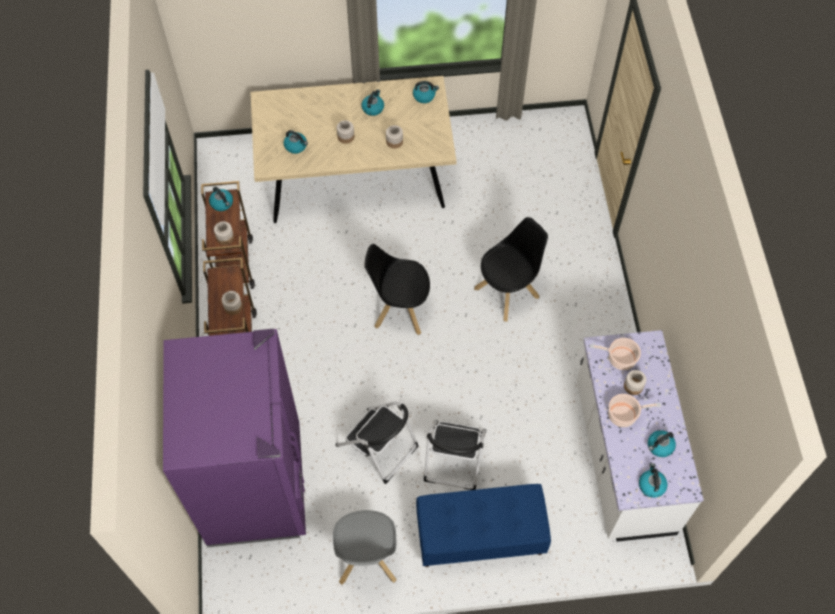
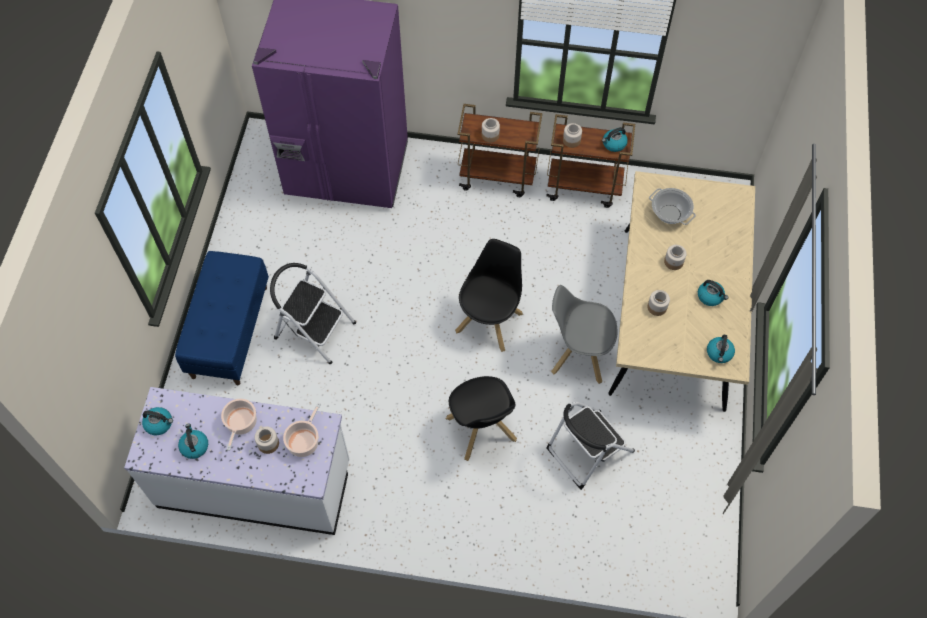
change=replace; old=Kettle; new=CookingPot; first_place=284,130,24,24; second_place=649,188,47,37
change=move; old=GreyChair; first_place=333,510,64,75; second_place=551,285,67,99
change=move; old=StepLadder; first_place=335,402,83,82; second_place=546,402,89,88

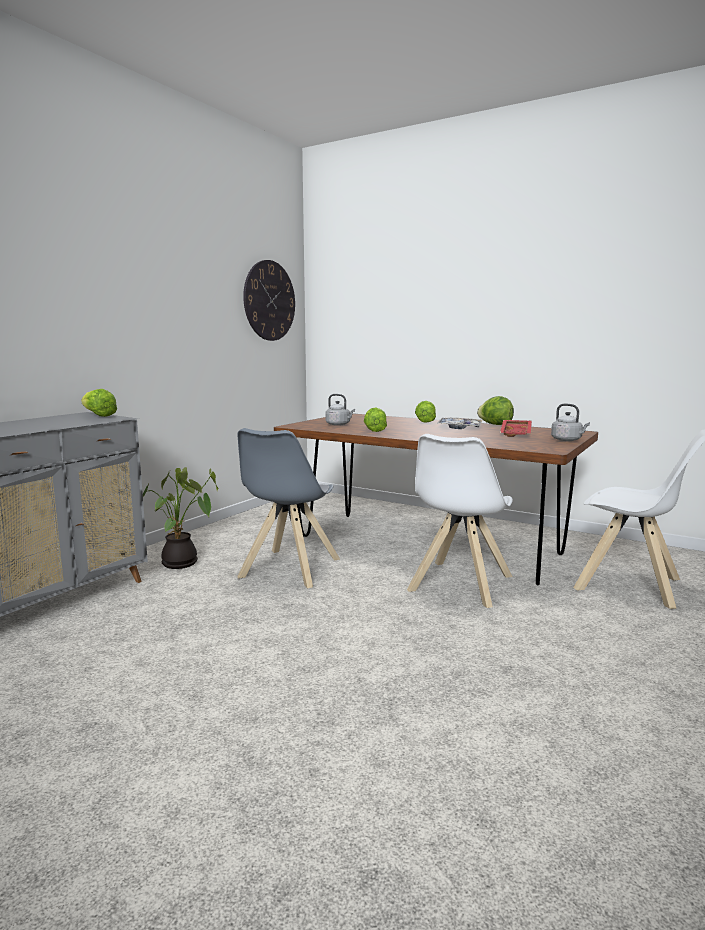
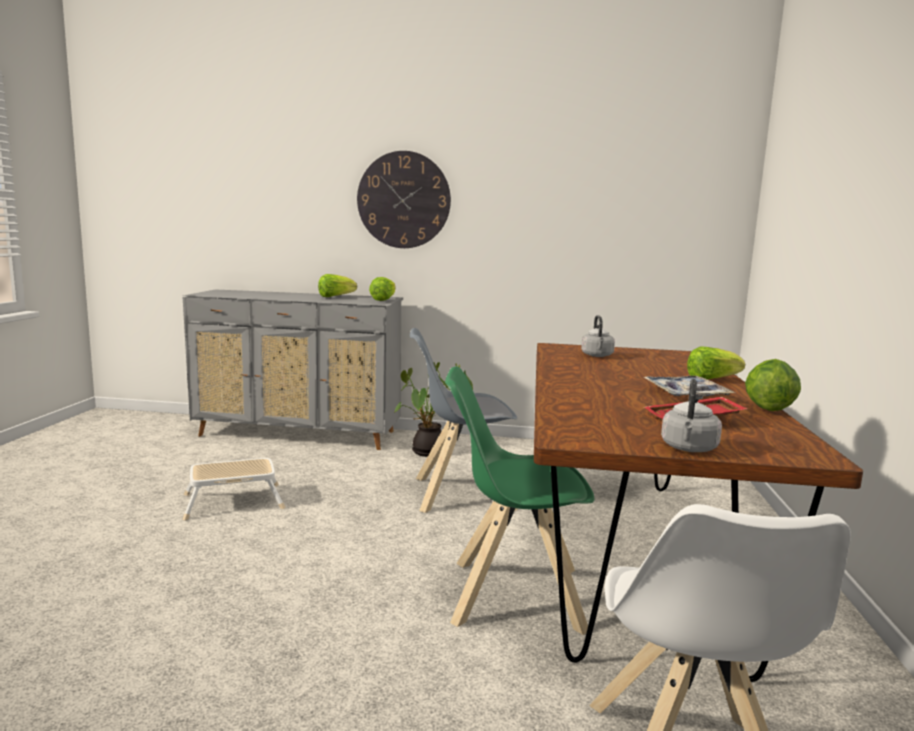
change=move; old=WallClock; first_place=243,260,52,81; second_place=357,151,94,97
change=move; old=Lettuce; first_place=364,408,23,24; second_place=318,274,39,23
change=recolor; old=WhiteChair; new=GreenChair; first_place=407,434,106,174; second_place=445,366,149,269
change=insert; new=BeigeStepLadder; second_place=182,458,103,62

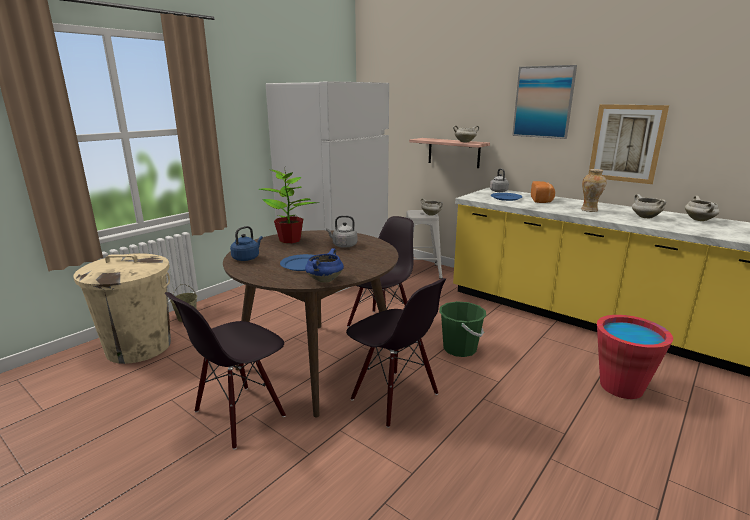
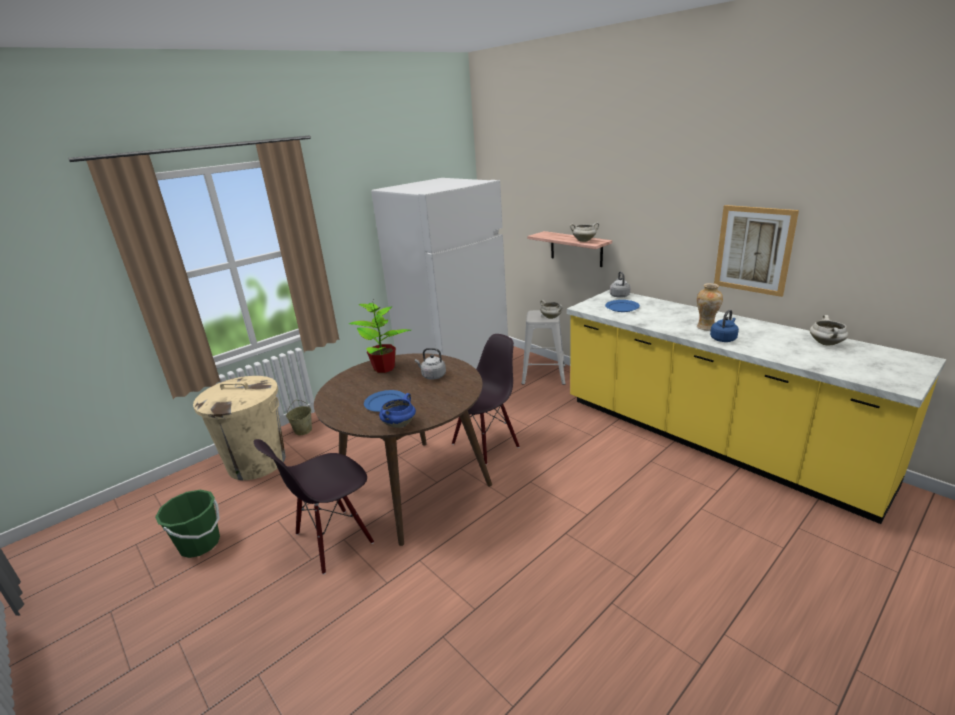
change=move; old=BlueKettle; first_place=230,226,33,35; second_place=710,310,29,32
change=delete; old=BlackChair; first_place=346,278,100,150
change=move; old=GreenBucket; first_place=439,301,47,56; second_place=155,490,65,68
change=delete; old=Picture; first_place=512,65,65,74
change=delete; old=Bread; first_place=531,181,24,22
change=delete; old=RedBucket; first_place=597,315,76,84
change=delete; old=WhiteCookingPot; first_place=632,194,34,25

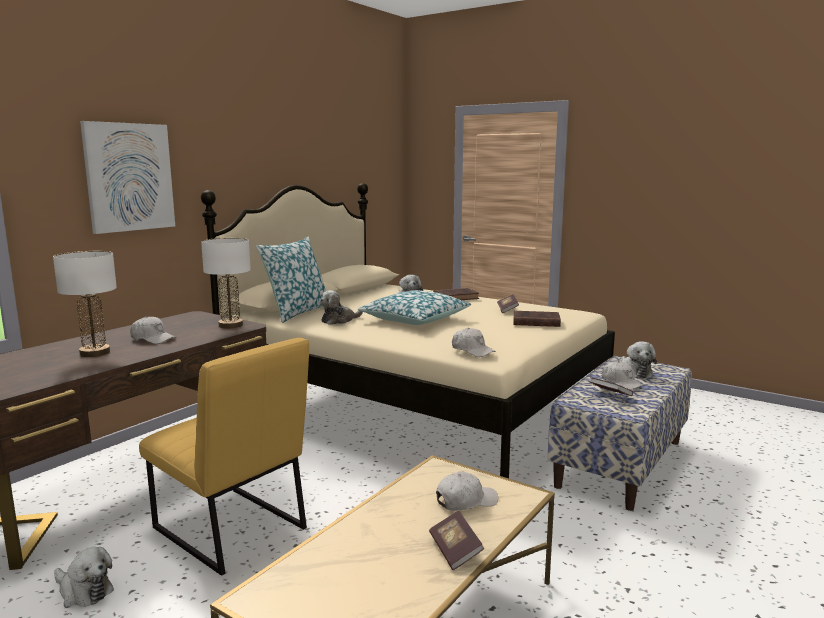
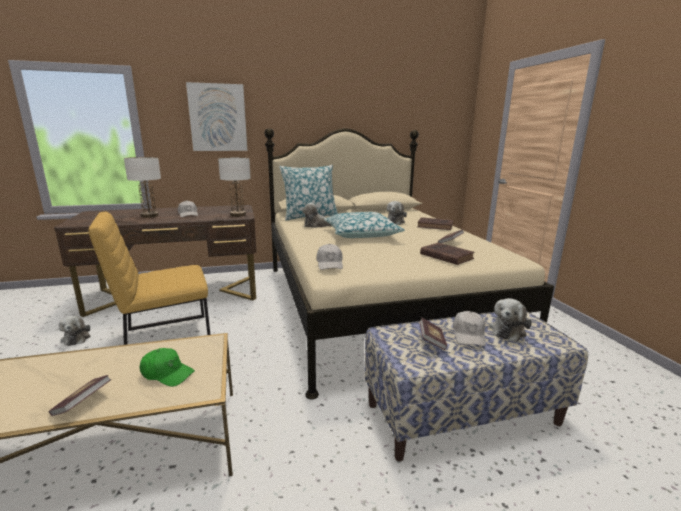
change=rotate; old=YellowChair; first_place=139,338,170,238; second_place=88,211,122,134; degrees=75
change=recolor; old=WhiteCap; new=GreenCap; first_place=436,471,62,40; second_place=140,348,55,39

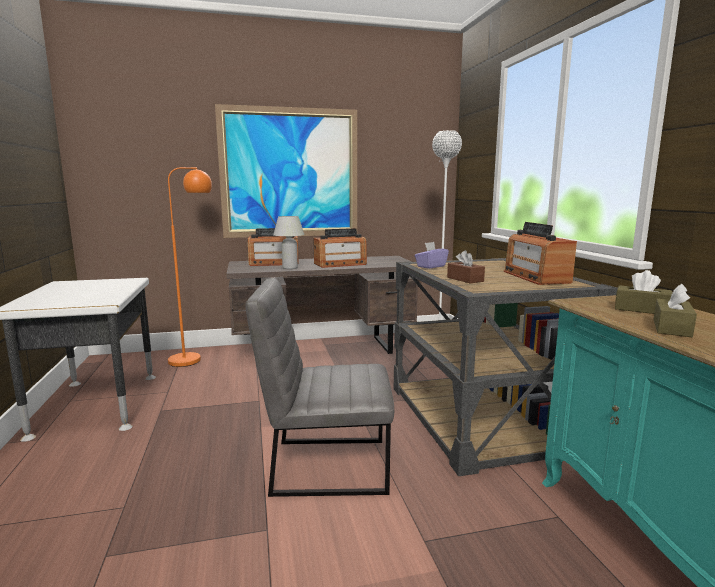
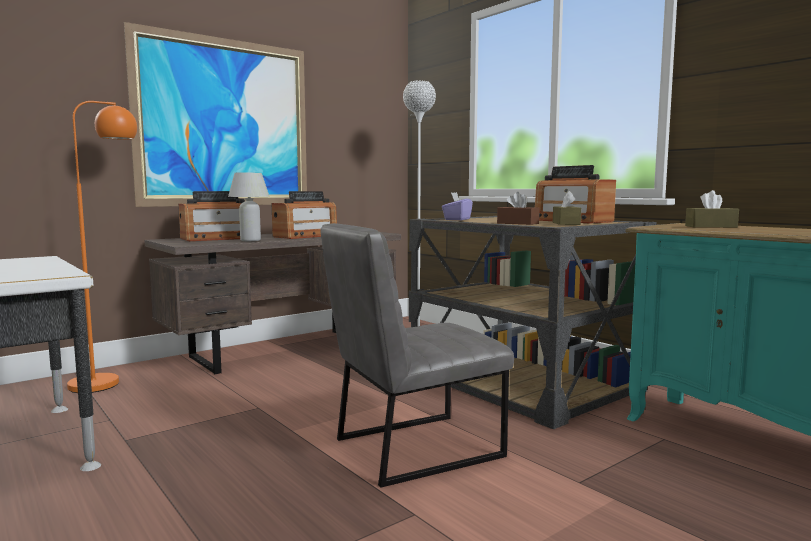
change=move; old=BrownTissueBox; first_place=654,283,43,54; second_place=553,191,28,34

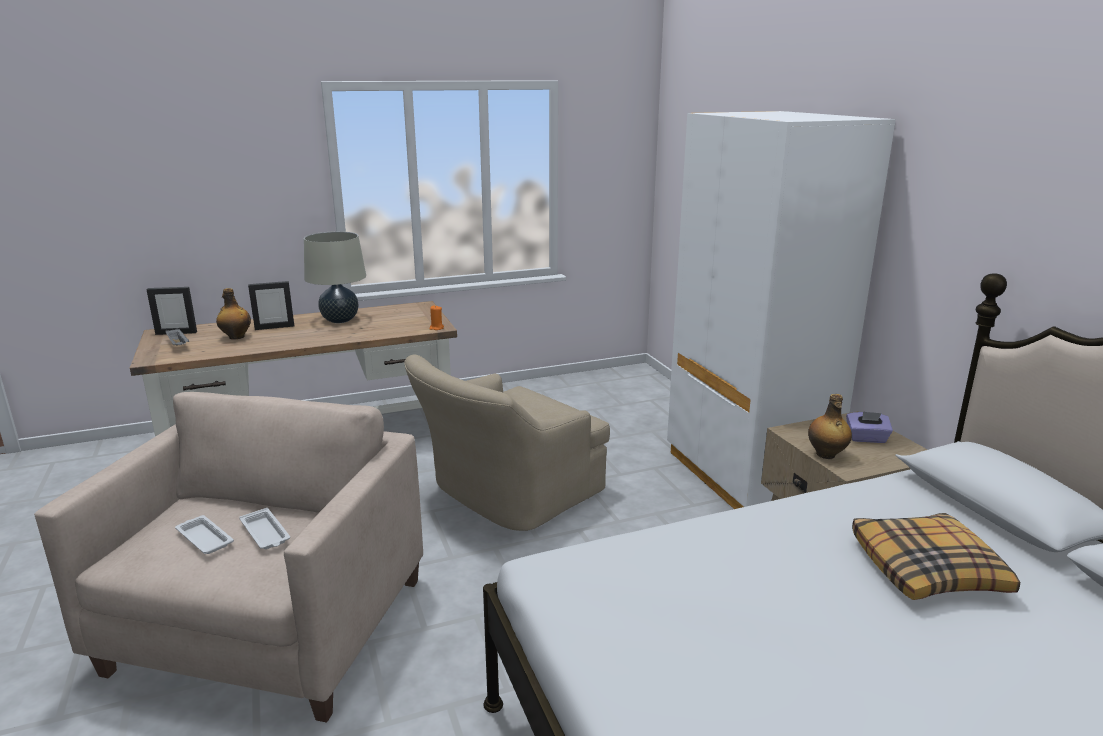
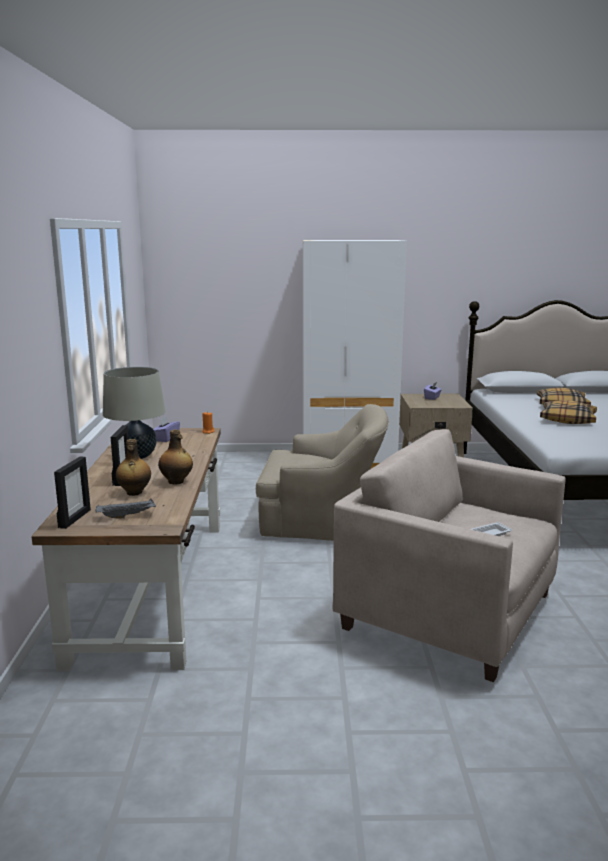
change=delete; old=WhiteTray; first_place=239,508,51,41
change=rotate; old=BeigeArmchair; first_place=404,354,206,177; second_place=256,404,133,137; degrees=-60
change=move; old=Bottle; first_place=808,394,44,65; second_place=158,429,35,55
change=insert; new=PurpleTissueBox; second_place=153,416,27,26
change=insert; new=Pillow; second_place=540,400,57,24

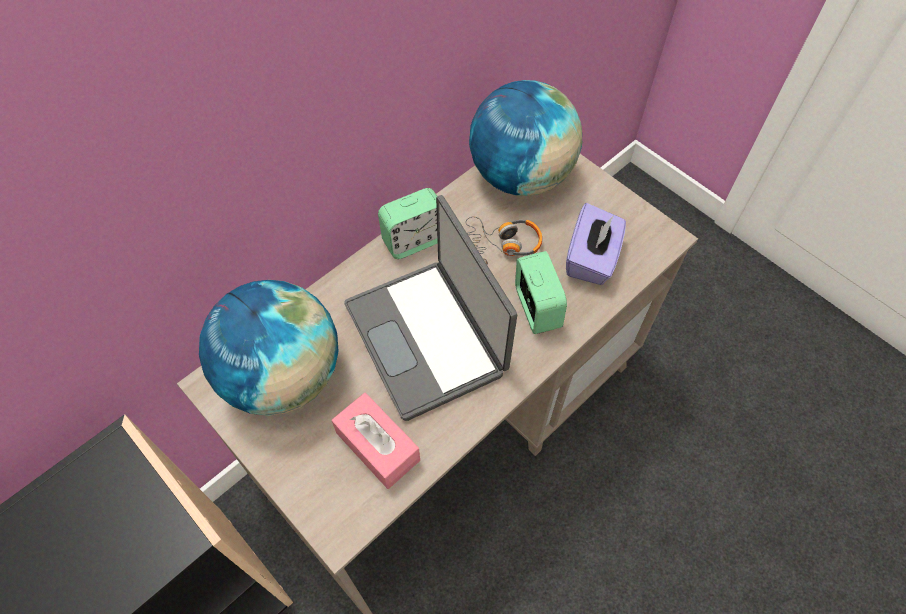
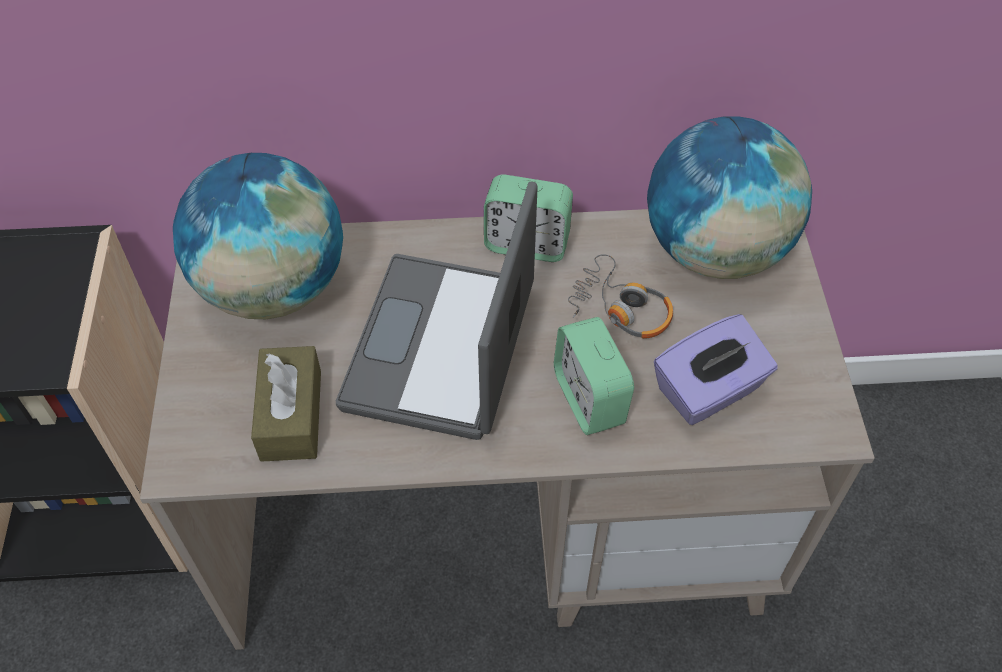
change=recolor; old=PinkTissueBox; new=BrownTissueBox; first_place=332,393,88,96; second_place=251,346,70,116
change=rotate; old=AlarmClock; first_place=515,251,52,83; second_place=554,317,80,118; degrees=135

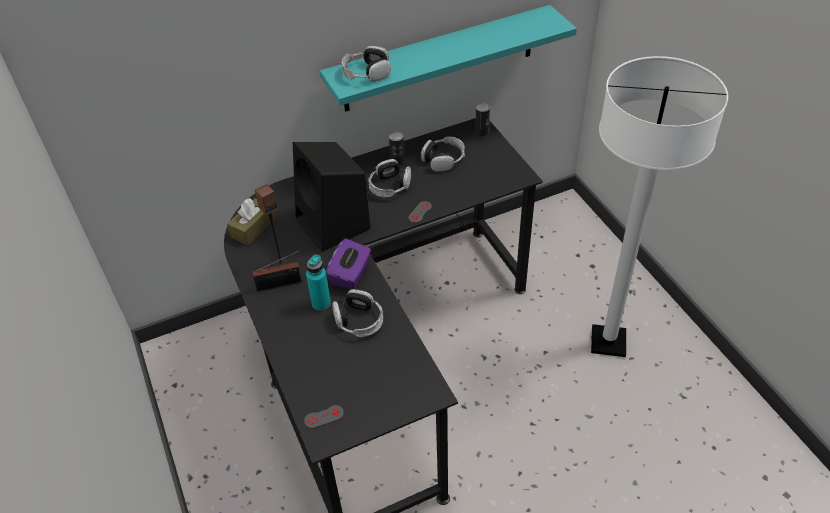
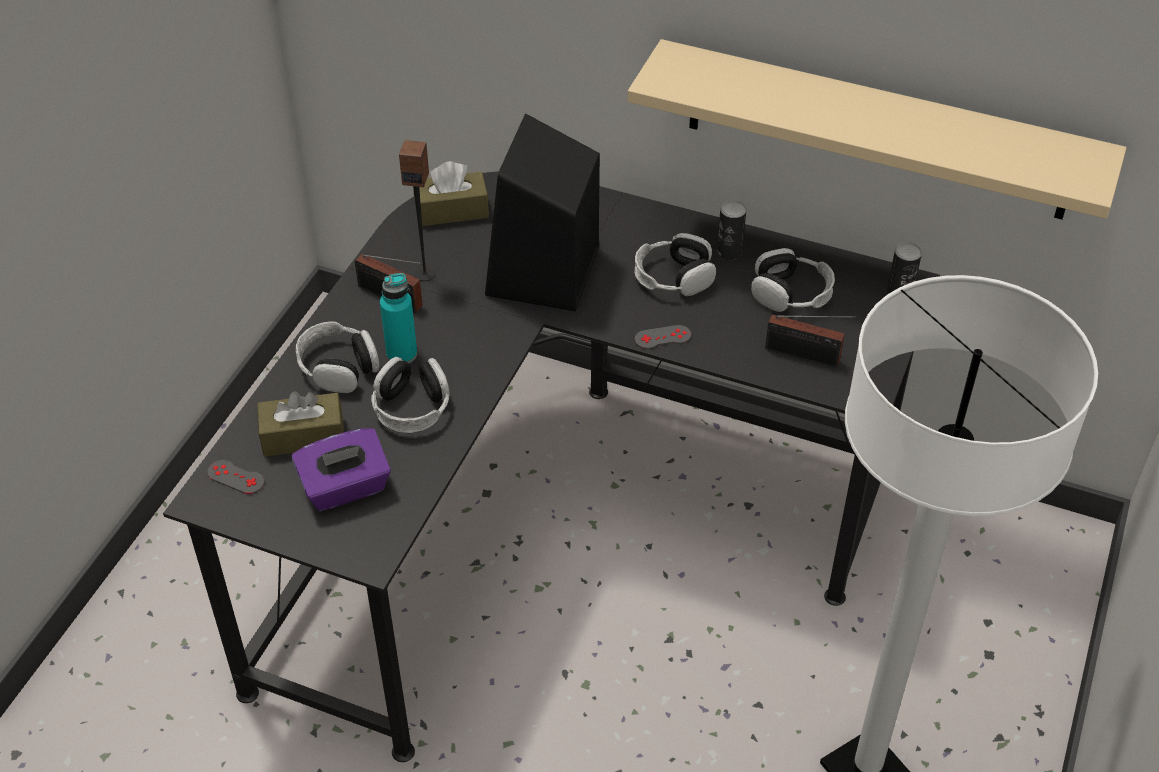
change=recolor; old=TurquoiseShelf; new=BeigeShelf; first_place=320,5,257,107; second_place=627,39,500,180
change=move; old=PurpleTissueBox; first_place=326,238,45,51; second_place=292,428,99,83
change=move; old=Headphones; first_place=341,46,50,36; second_place=296,322,84,71
change=insert; new=BrownTissueBox; second_place=257,391,87,66
change=insert; new=Radio; second_place=765,315,92,53

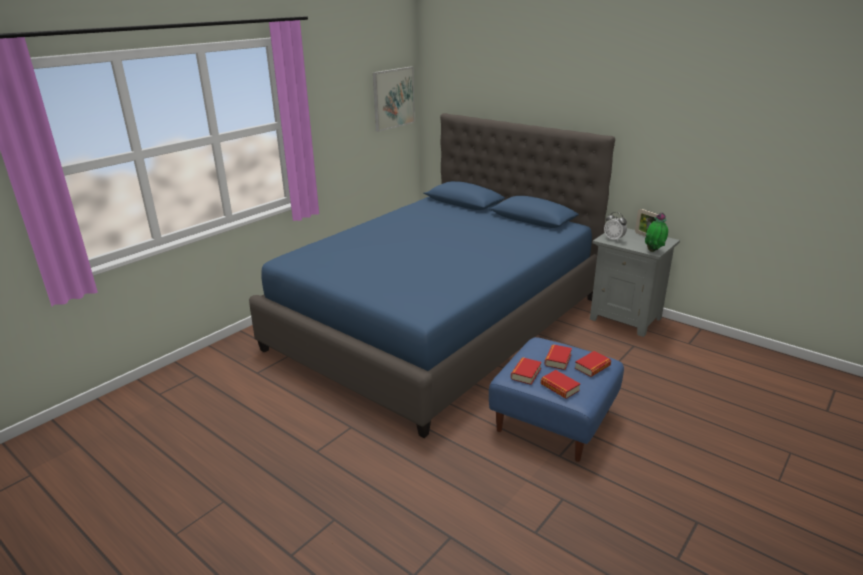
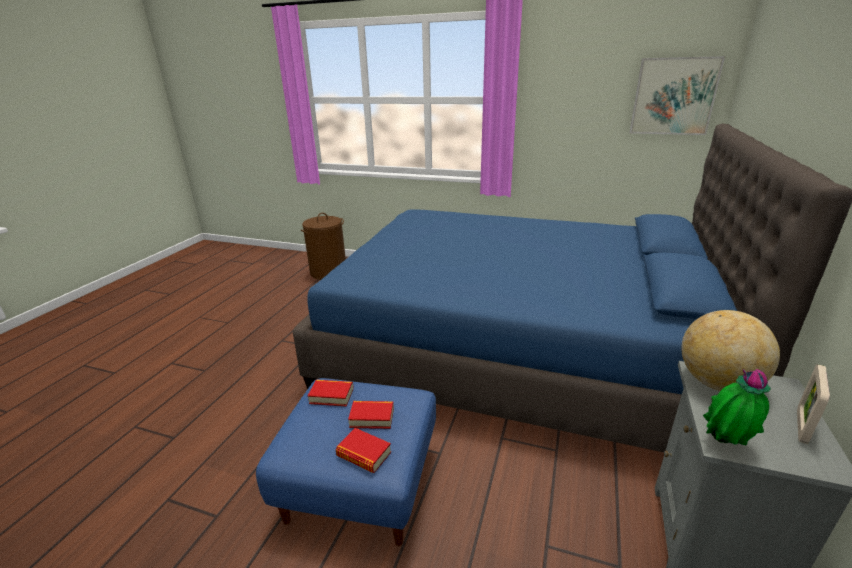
change=delete; old=Book; first_place=541,370,39,29
change=replace; old=AlarmClock; new=Globe; first_place=604,212,23,29; second_place=681,310,99,81
change=insert; new=BrownLaundryBasket; second_place=301,213,45,67

